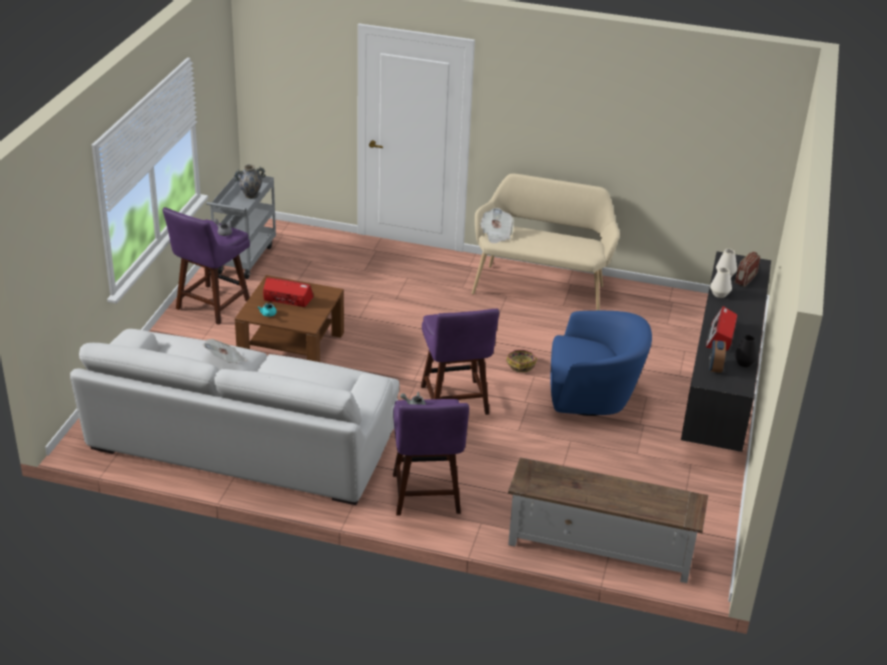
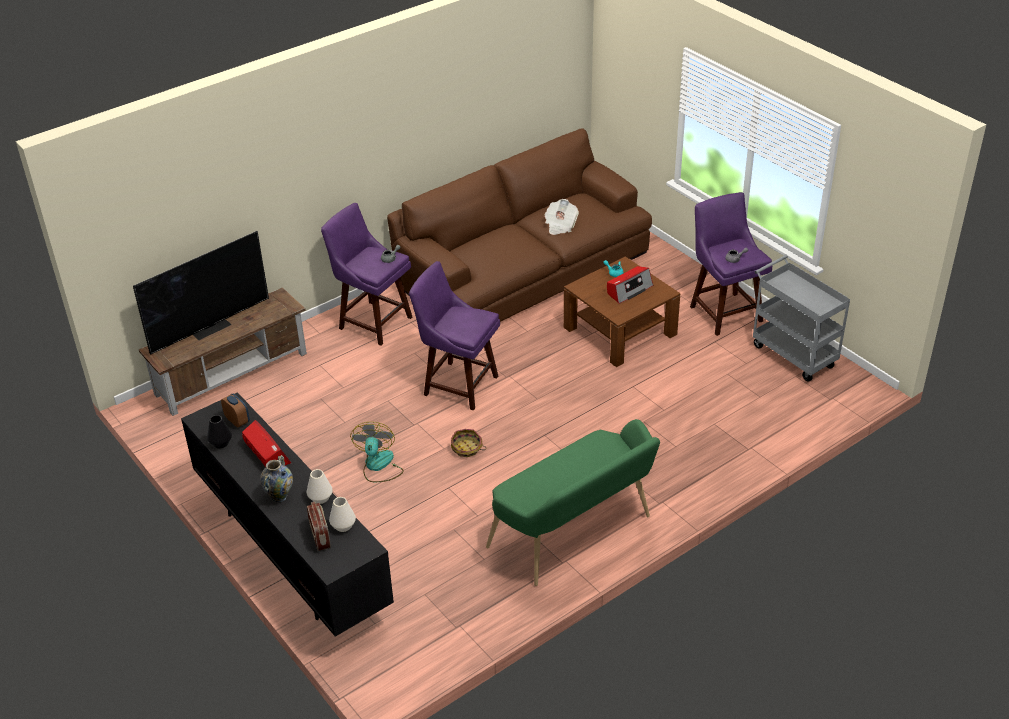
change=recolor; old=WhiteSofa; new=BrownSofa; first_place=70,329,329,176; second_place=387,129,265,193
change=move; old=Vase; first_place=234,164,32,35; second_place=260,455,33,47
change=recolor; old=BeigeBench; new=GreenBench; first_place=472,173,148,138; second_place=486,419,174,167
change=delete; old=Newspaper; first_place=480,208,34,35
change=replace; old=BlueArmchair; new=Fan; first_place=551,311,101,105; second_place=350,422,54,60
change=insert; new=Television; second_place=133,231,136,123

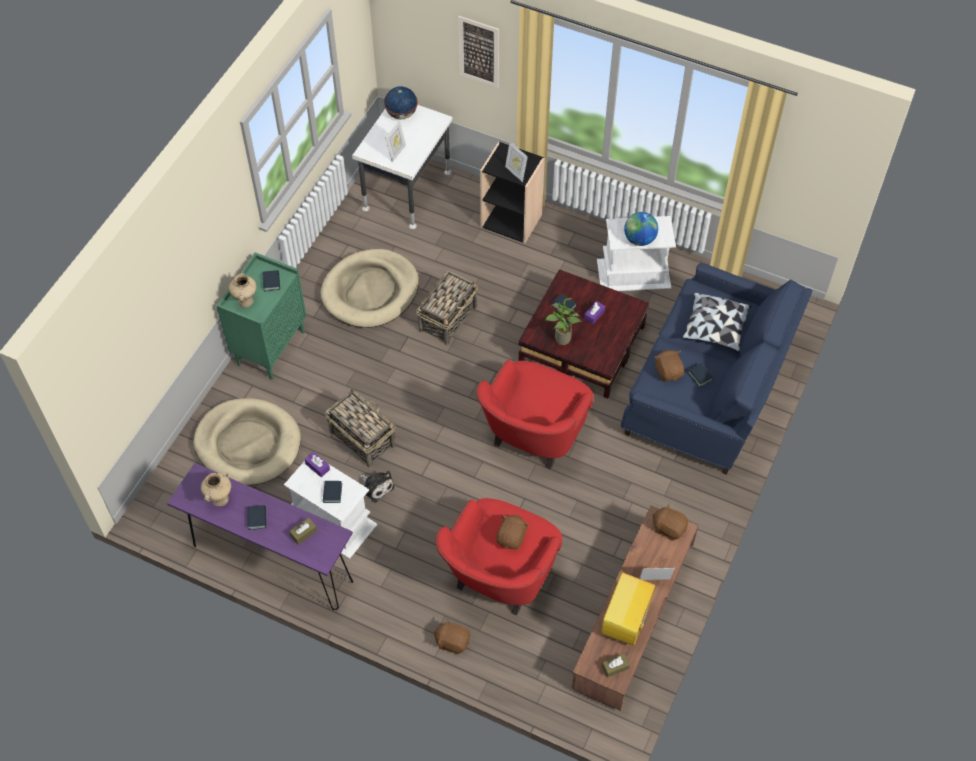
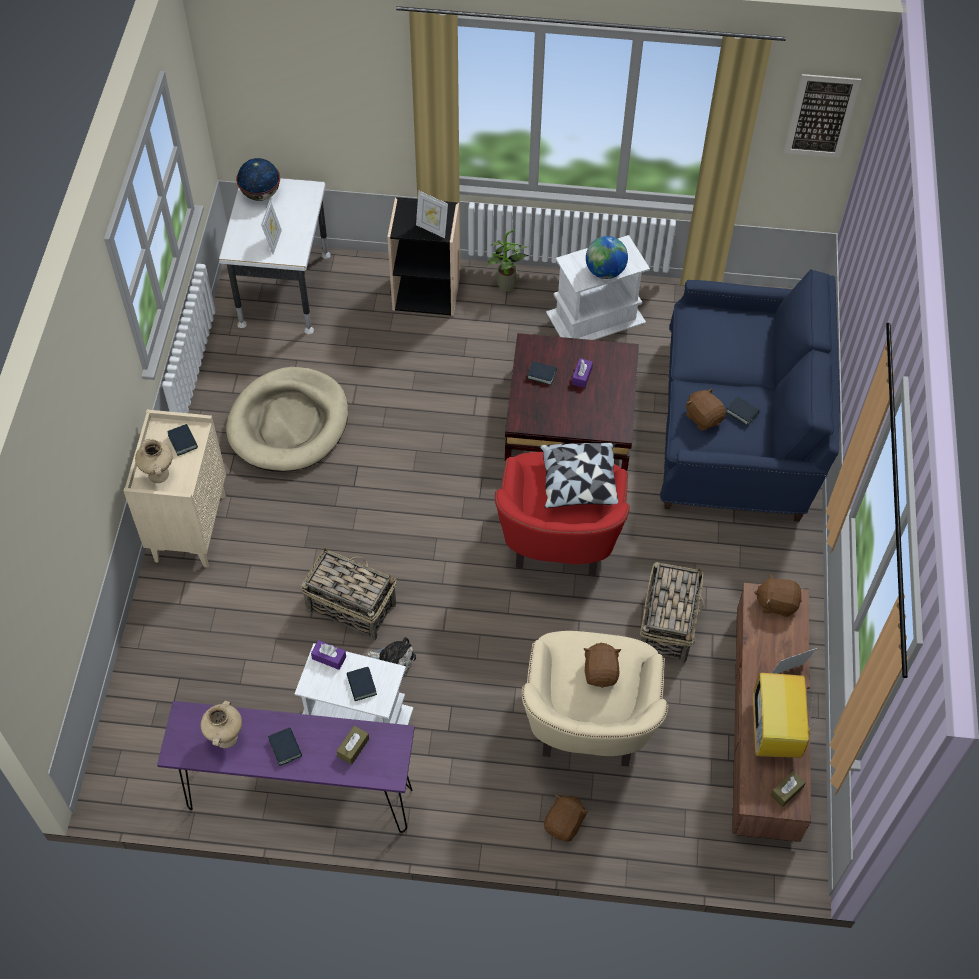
change=delete; old=BeigeDogBed; first_place=193,398,108,87
change=recolor; old=GreenCabinet; new=BeigeCabinet; first_place=216,252,91,128; second_place=124,410,102,157
change=move; old=Basket; first_place=416,271,62,74; second_place=640,562,64,101
change=rotate; old=BrownPlushToy; first_place=433,618,37,36; second_place=544,795,45,47; degrees=120
change=recolor; old=RedArmchair; new=BeigeArmchair; first_place=435,498,127,118; second_place=522,631,146,135
change=move; old=Picture; first_place=458,16,41,72; second_place=784,74,77,84
change=move; old=PottedPlant; first_place=544,298,39,47; second_place=487,230,42,61
change=move; old=Pillow; first_place=682,293,70,59; second_place=540,443,78,65

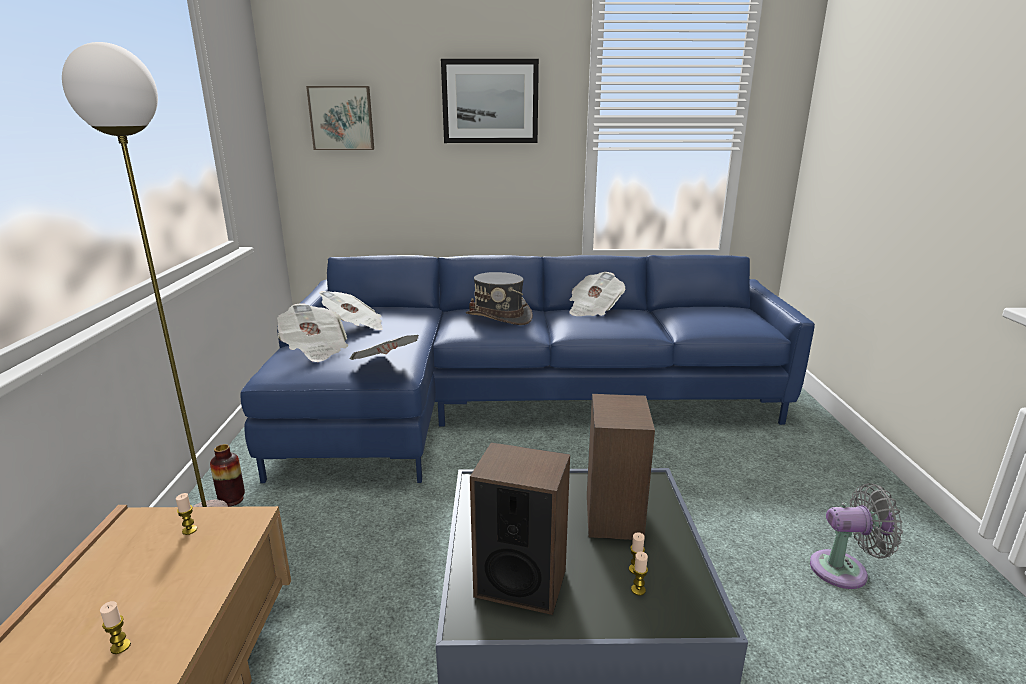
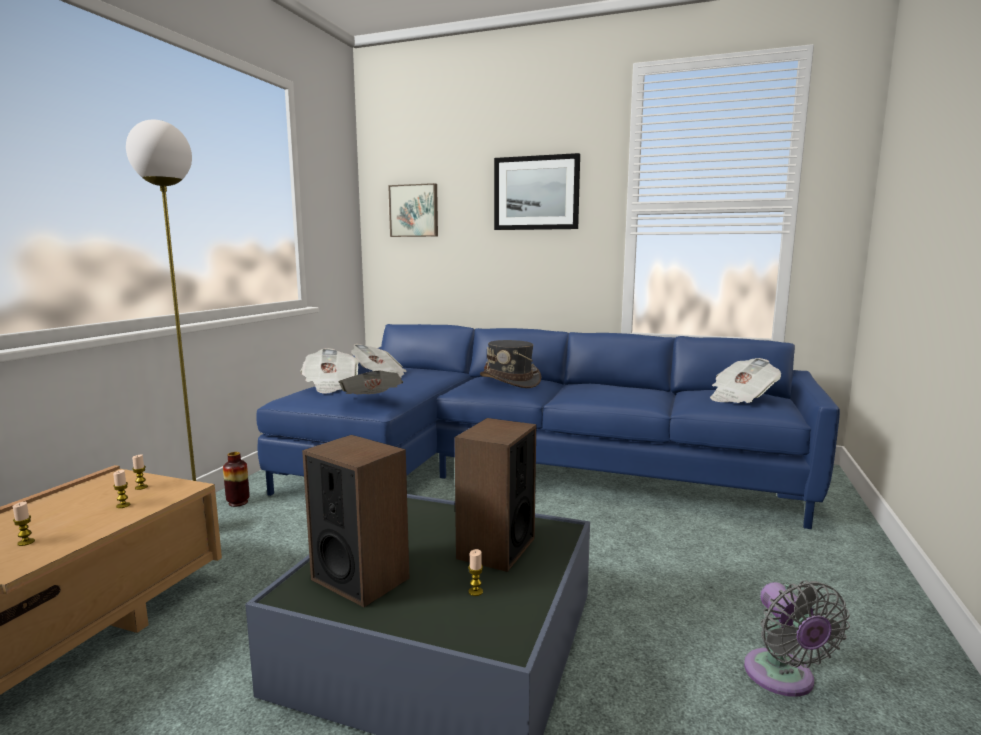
change=move; old=Newspaper; first_place=569,272,56,44; second_place=710,358,71,45
change=move; old=Candle; first_place=631,551,17,45; second_place=113,470,17,38
change=rotate; old=GreyFan; first_place=810,483,93,106; second_place=744,581,106,116; degrees=60

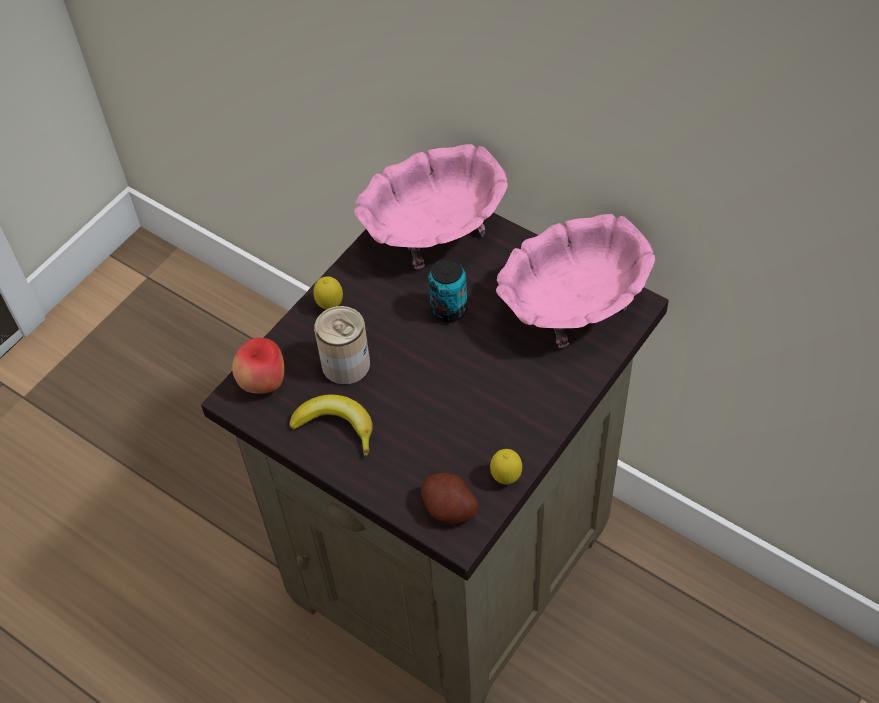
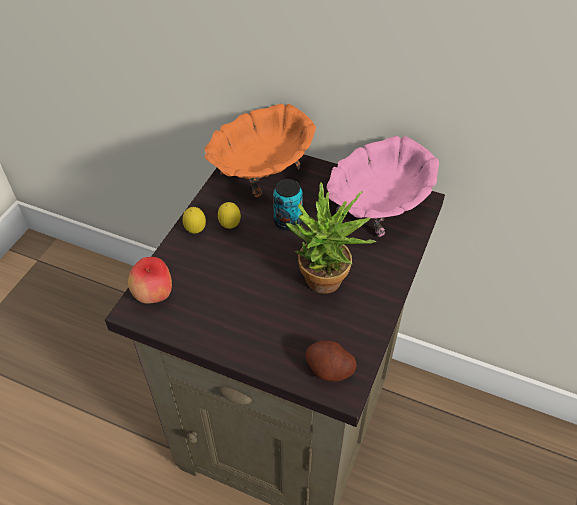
change=delete; old=Banana; first_place=289,394,84,62
change=delete; old=Can; first_place=314,306,56,78
change=recolor; old=PinkBowl; new=OrangeBowl; first_place=354,144,153,125; second_place=204,104,112,93
change=move; old=Lemon; first_place=490,449,32,35; second_place=218,202,23,27
change=insert; new=PottedPlant; second_place=285,183,91,111

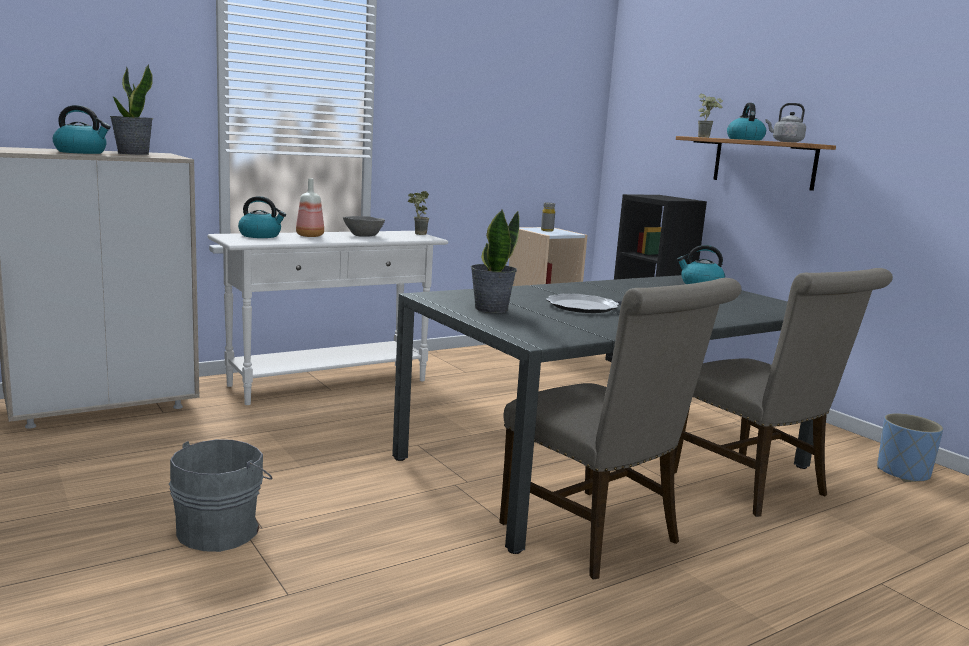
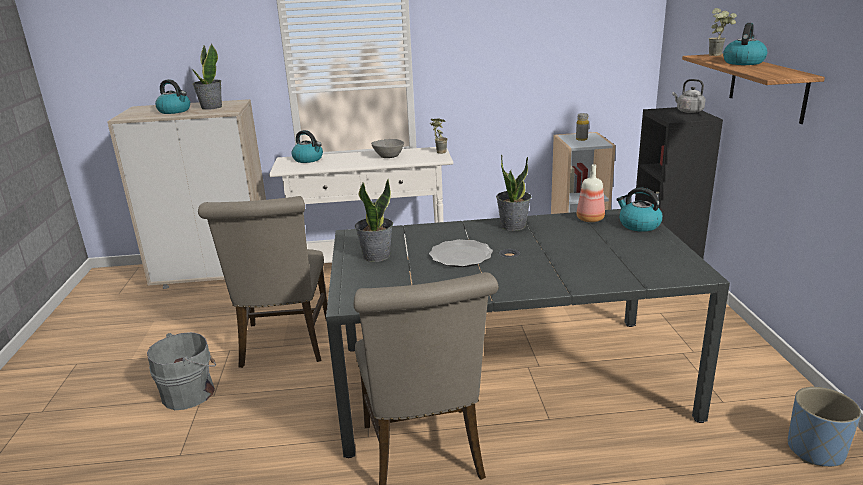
change=move; old=Bottle; first_place=296,178,28,59; second_place=577,164,28,58
change=move; old=BeigeChair; first_place=674,268,219,249; second_place=198,196,129,172
change=move; old=GreyKettle; first_place=765,103,41,40; second_place=672,79,33,34
change=insert; new=PottedPlant; second_place=496,154,35,77

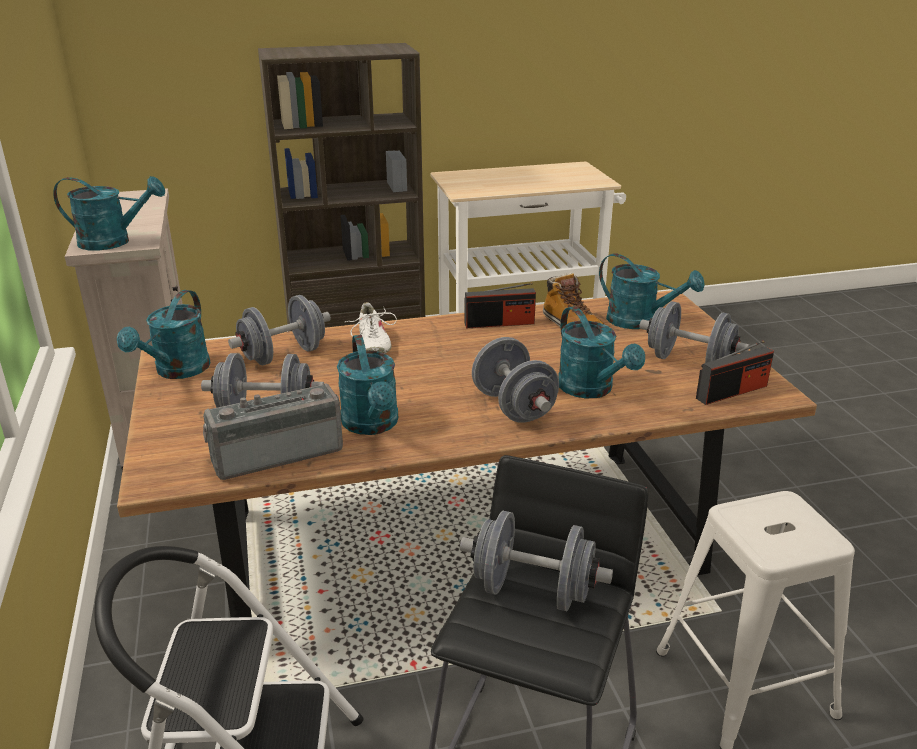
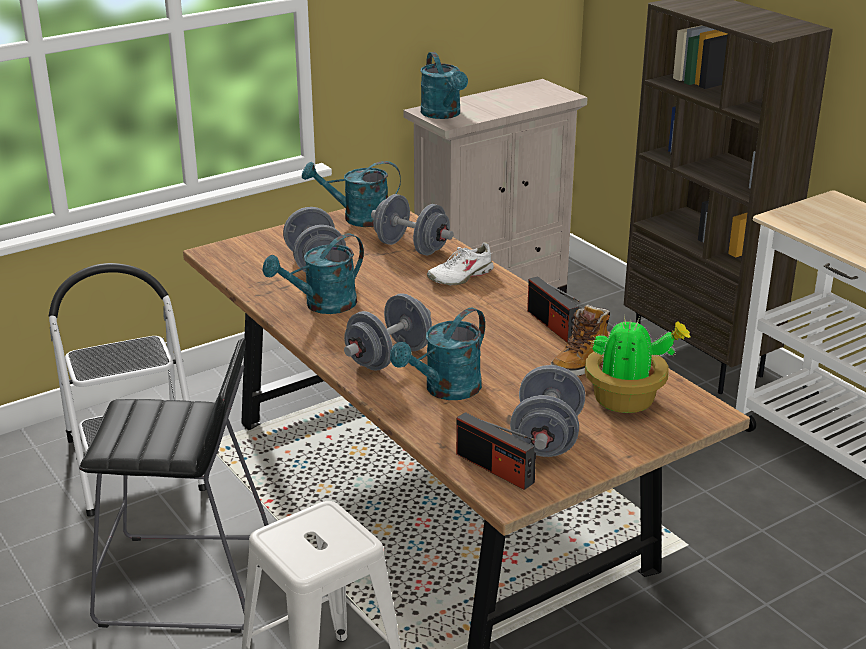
change=delete; old=Radio; first_place=203,383,140,97
change=delete; old=GreyDumbbell; first_place=460,511,153,100
change=replace; old=TurquoiseWateringCan; new=PottedPlant; first_place=599,253,106,76; second_place=585,316,106,97

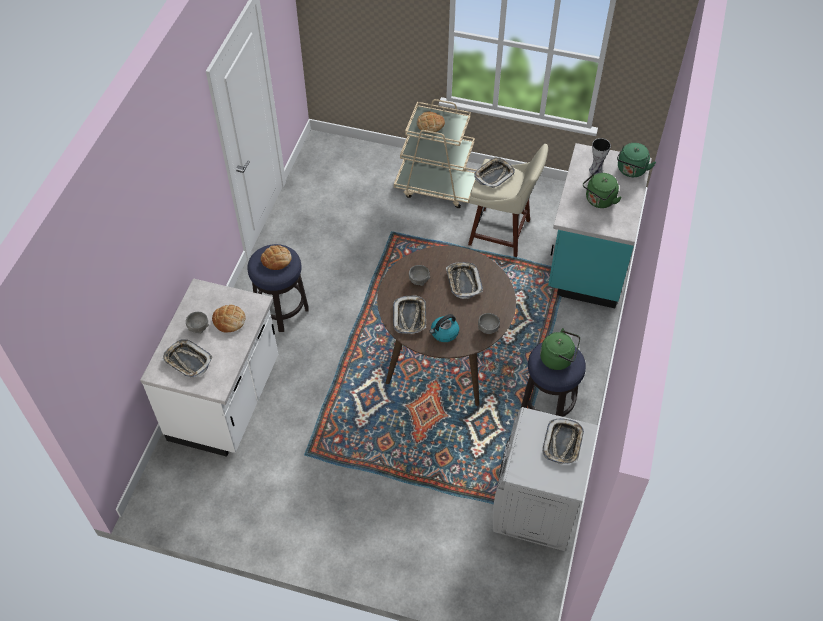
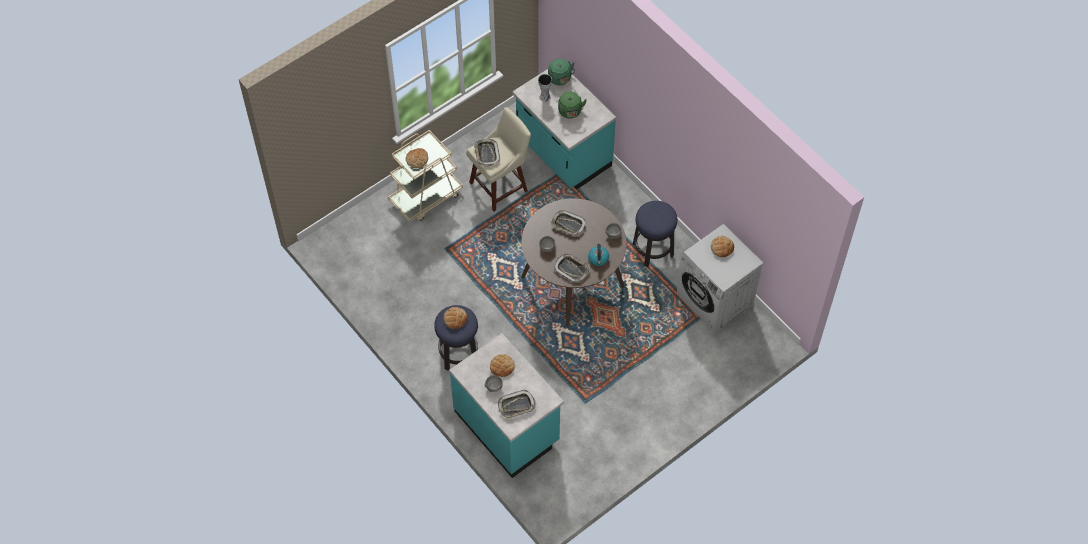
change=recolor; old=WhiteCounter; new=TurquoiseCounter; first_place=140,278,138,179; second_place=449,333,115,145
change=delete; old=GreenKettle; first_place=540,328,40,42
change=replace; old=Tray; new=Bread; first_place=543,418,41,46; second_place=711,236,23,21

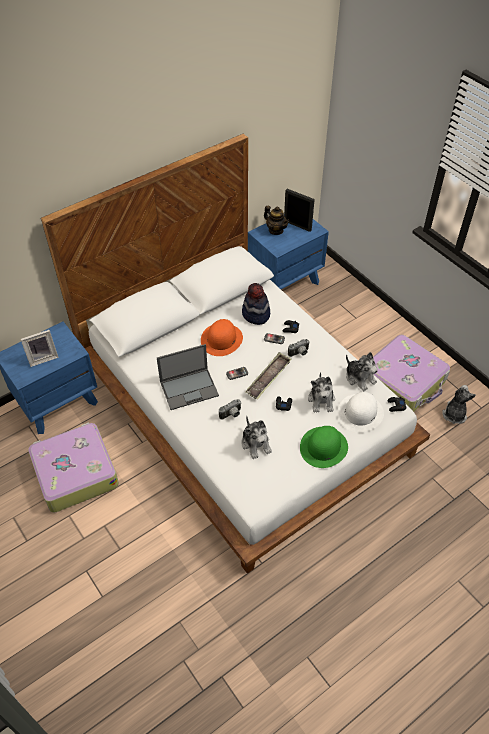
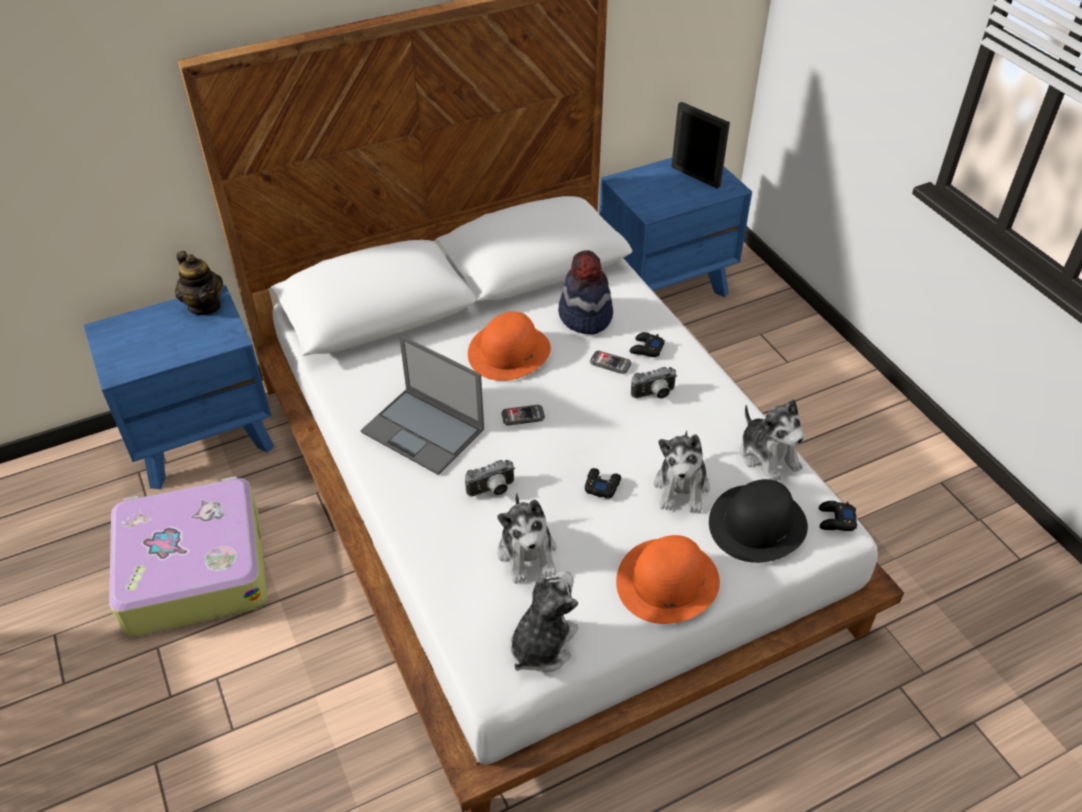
change=delete; old=PictureFrame; first_place=20,330,39,37
change=rotate; old=Laptop; first_place=157,344,62,66; second_place=360,335,124,140; degrees=45
change=delete; old=Tray; first_place=245,352,46,48
change=move; old=Teapot; first_place=264,206,25,29; second_place=175,251,48,64
change=recolor; old=GreenHat; new=OrangeHat; first_place=300,426,48,42; second_place=616,535,104,89
change=recolor; old=WhiteHat; new=BlackHat; first_place=337,392,47,41; second_place=709,479,99,84
change=delete; old=Suitcase; first_place=373,335,77,77
change=move; old=PlushToy; first_place=442,385,34,39; second_place=510,571,69,101

